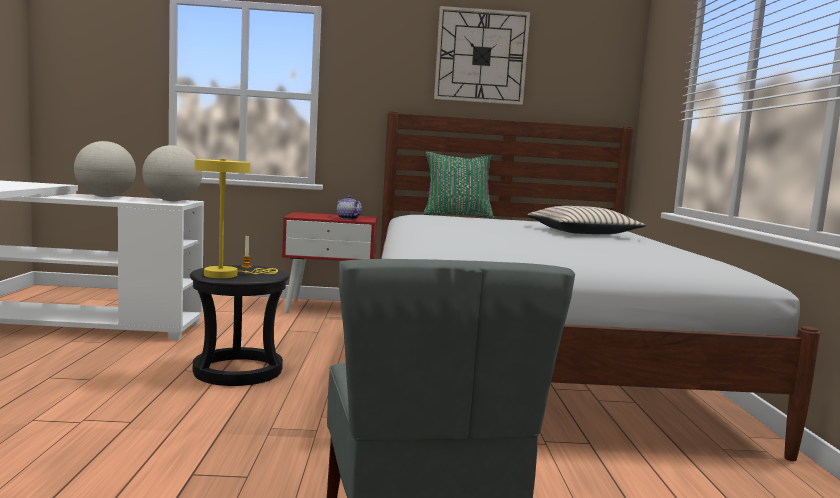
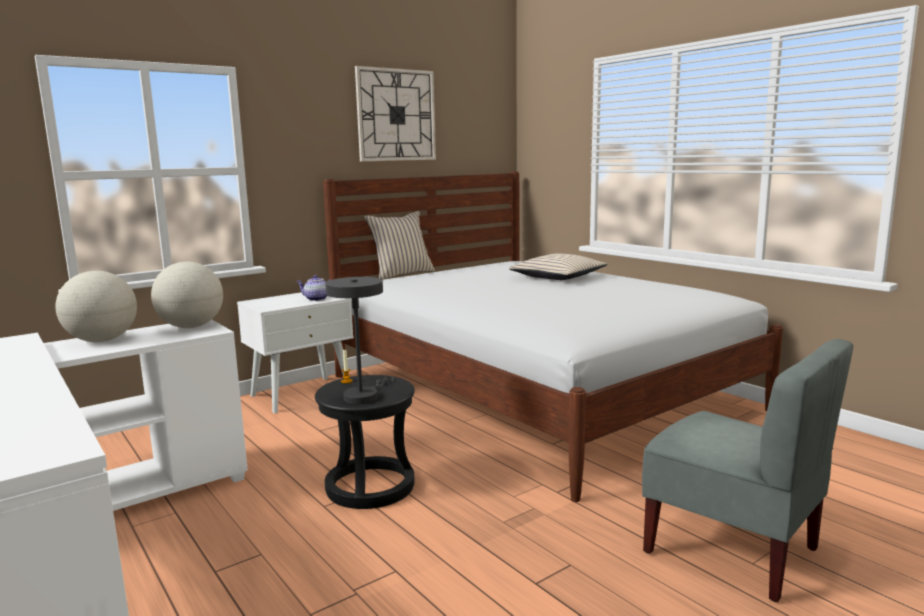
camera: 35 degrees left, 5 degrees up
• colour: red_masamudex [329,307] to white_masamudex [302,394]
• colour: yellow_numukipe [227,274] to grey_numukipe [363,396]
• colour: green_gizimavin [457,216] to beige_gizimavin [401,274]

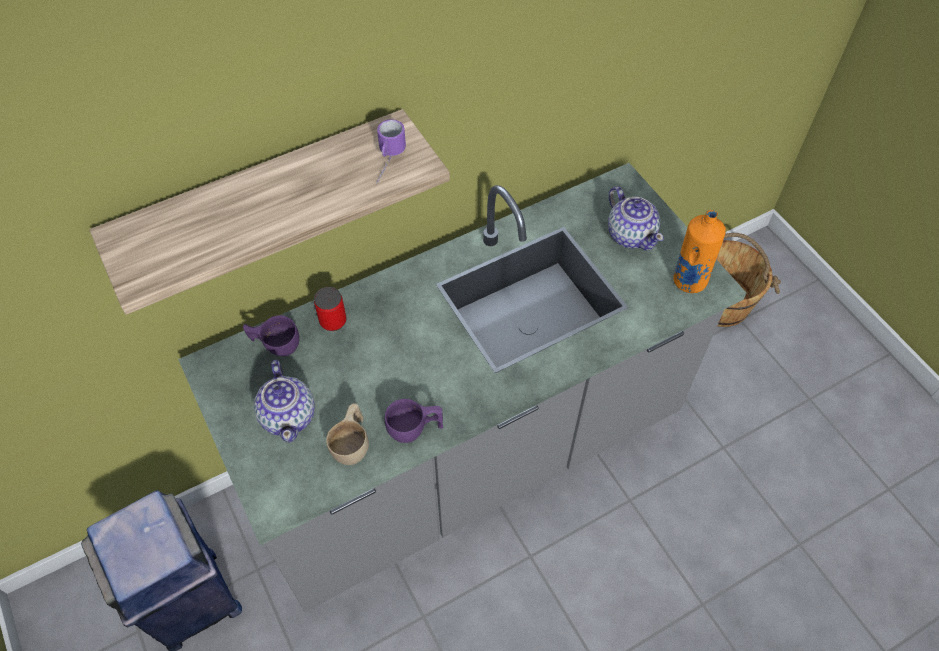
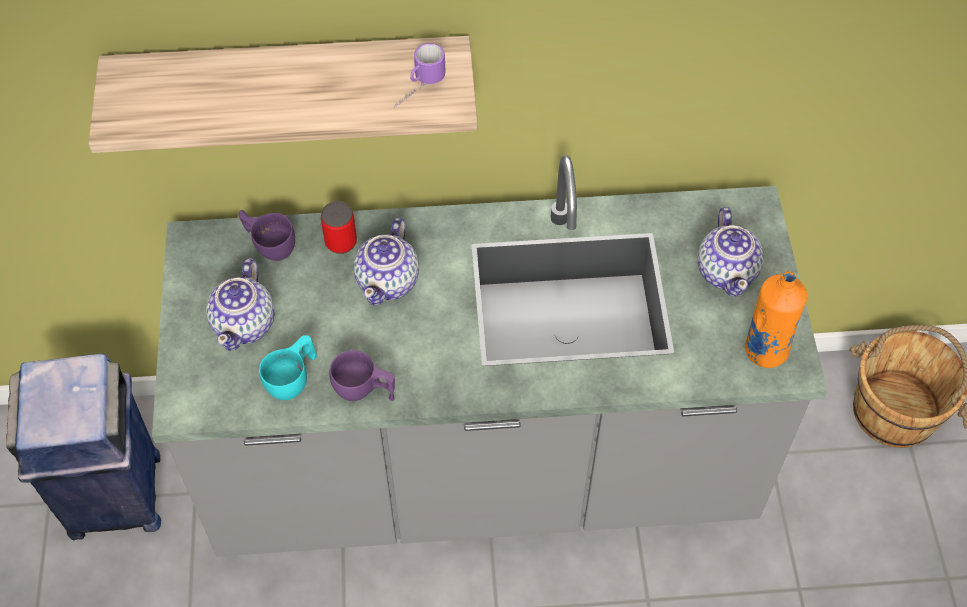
camera: 25 degrees right, 0 degrees up
• colour: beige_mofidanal [353,444] to turquoise_mofidanal [294,379]
• appeared: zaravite [388,281]

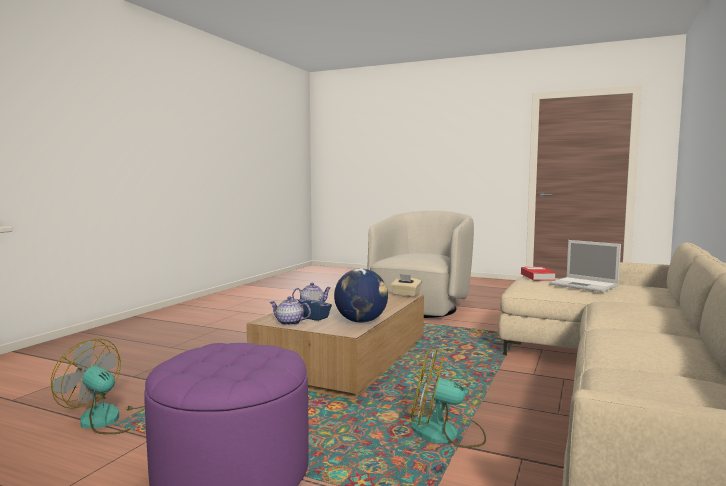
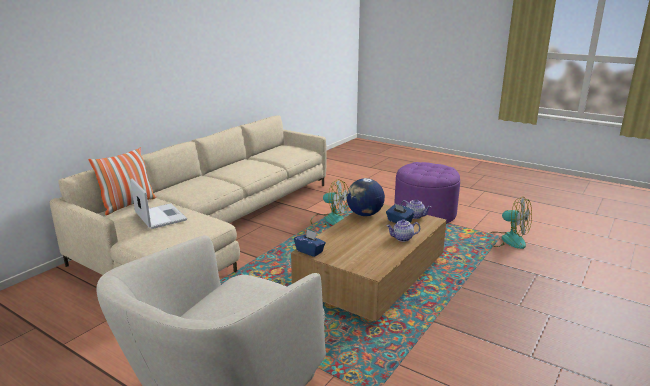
camera: 170 degrees left, 15 degrees up
• appeared: gizimavin [128,205]
• colour: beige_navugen [406,295] to blue_navugen [310,251]
• missing: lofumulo [537,277]

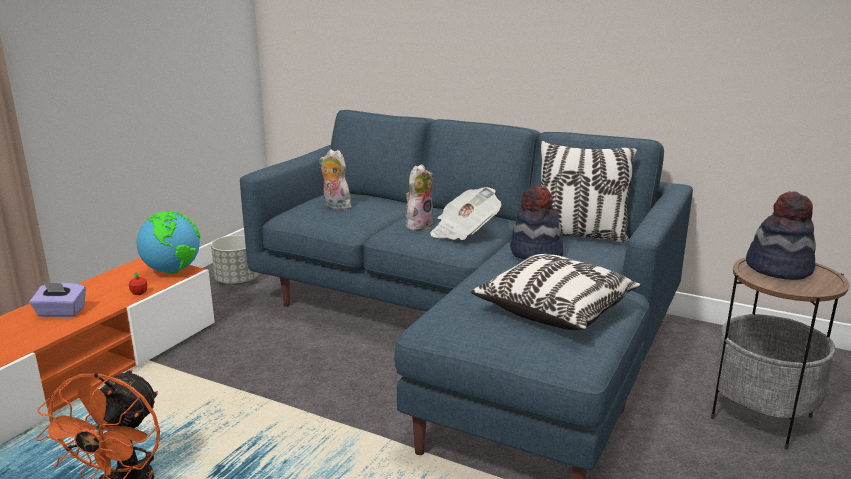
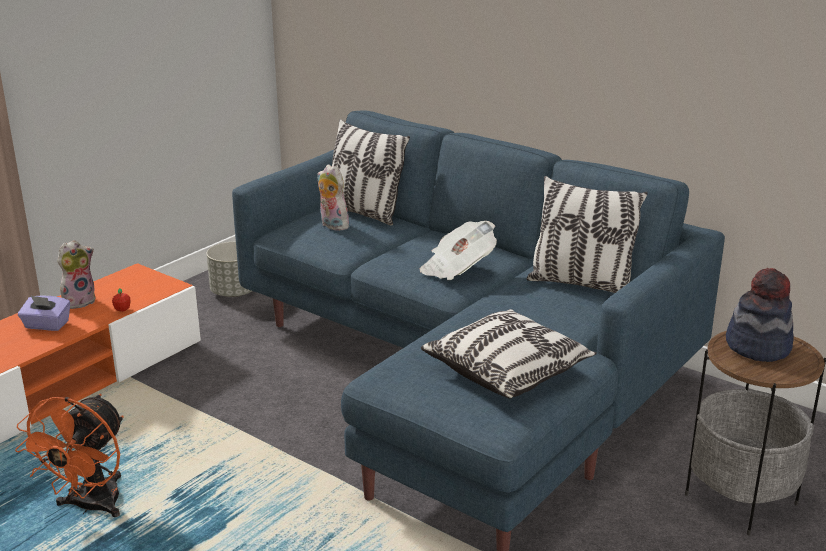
camera: 10 degrees right, 5 degrees up
• relocated: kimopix [418,225] to [79,301]
• appeared: gizimavin [363,213]
• missing: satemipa [173,271]
• missing: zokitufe [535,254]

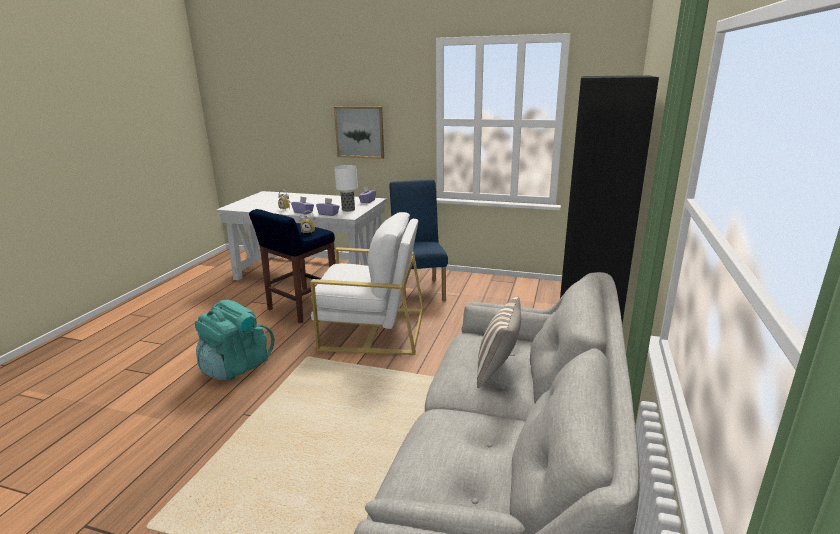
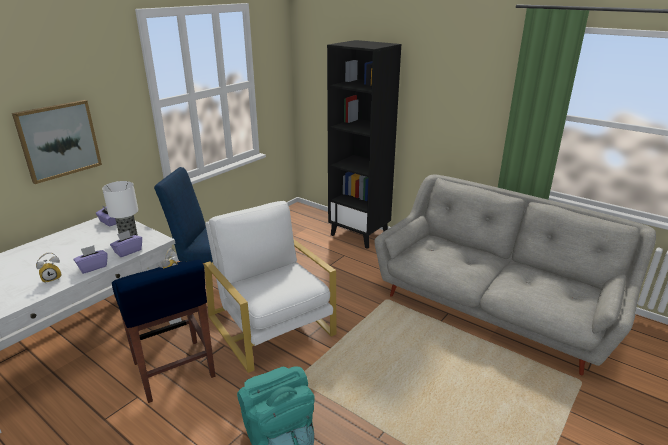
camera: 70 degrees left, 5 degrees up
• spun: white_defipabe [372,329] = [271,326] 60 degrees counterclockwise
• missing: gizimavin [498,370]

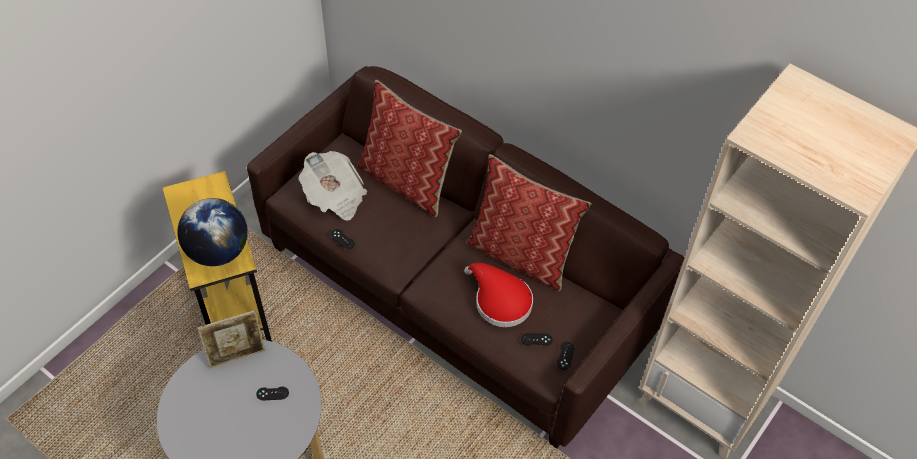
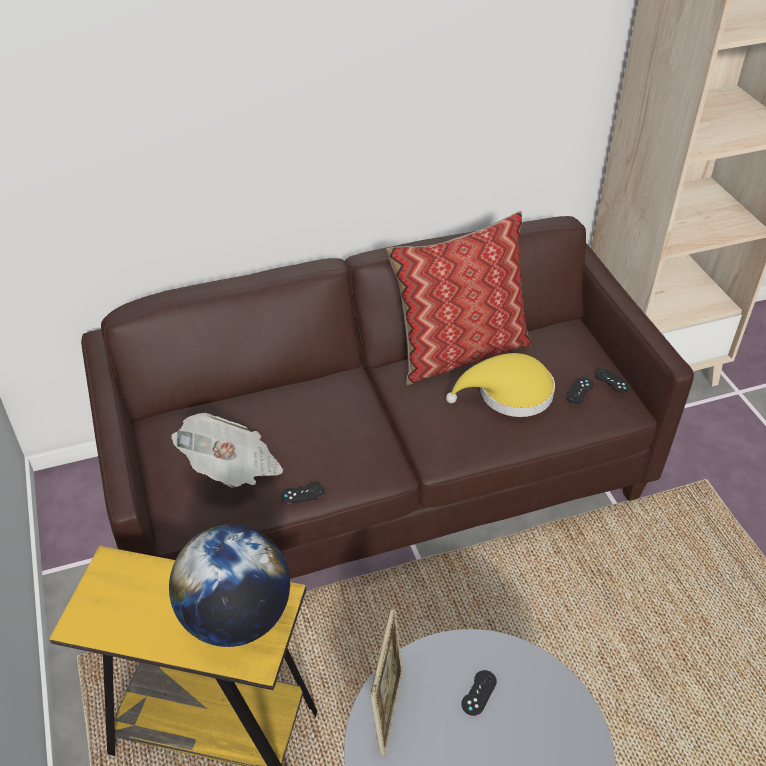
camera: 55 degrees left, 10 degrees down
• colour: red_zokitufe [499,300] to yellow_zokitufe [509,394]
• missing: gizimavin [407,181]

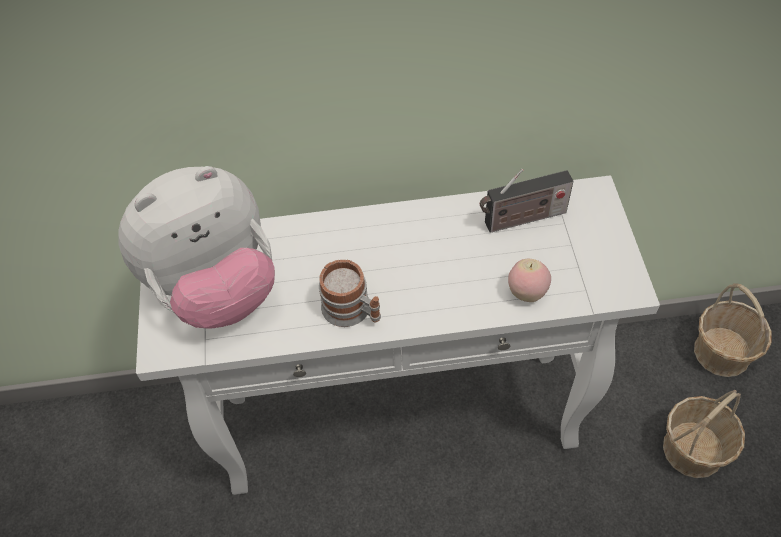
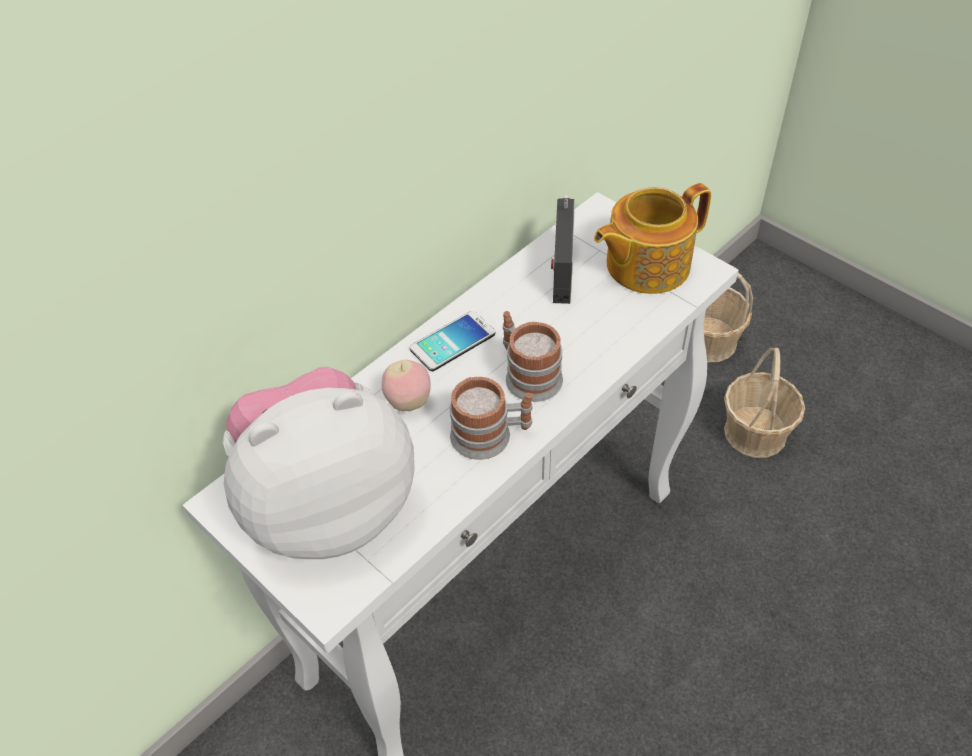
camera: 40 degrees left, 5 degrees down
• spun: kimopix [216,289] = [327,505] 135 degrees counterclockwise
• relocated: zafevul [527,293] to [408,402]
• appeared: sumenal [452,342]
• appeared: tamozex [527,374]
• spun: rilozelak [522,219] = [561,267] 150 degrees clockwise
• appeared: zaravite [645,265]

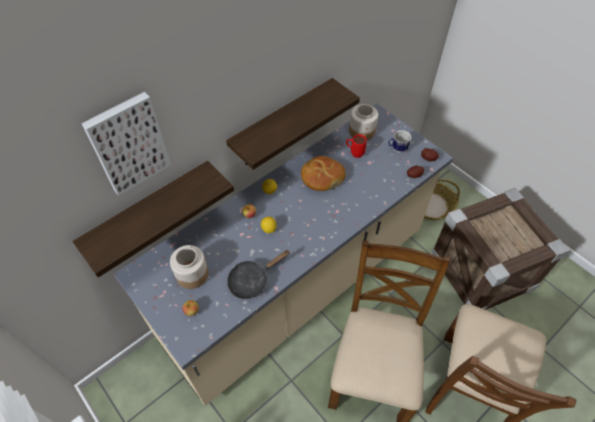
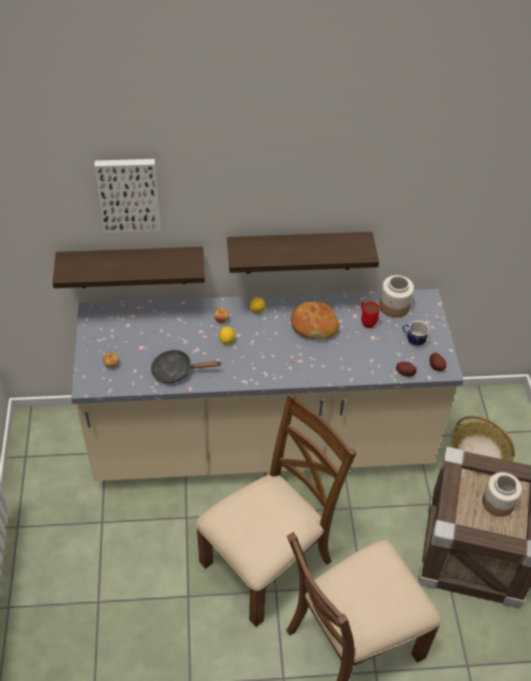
camera: 35 degrees right, 5 degrees down
• relocated: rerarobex [192,274] to [498,502]

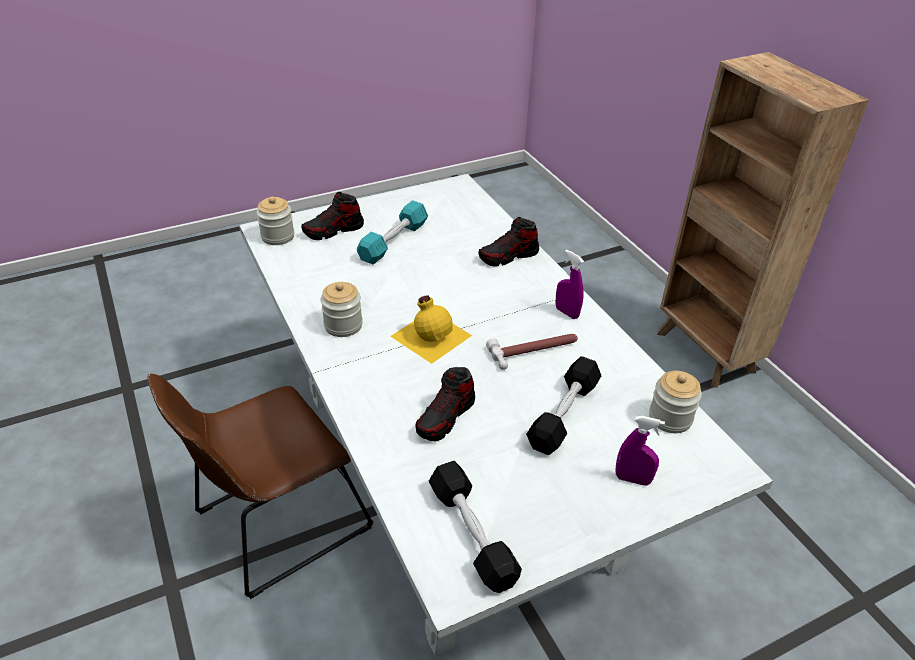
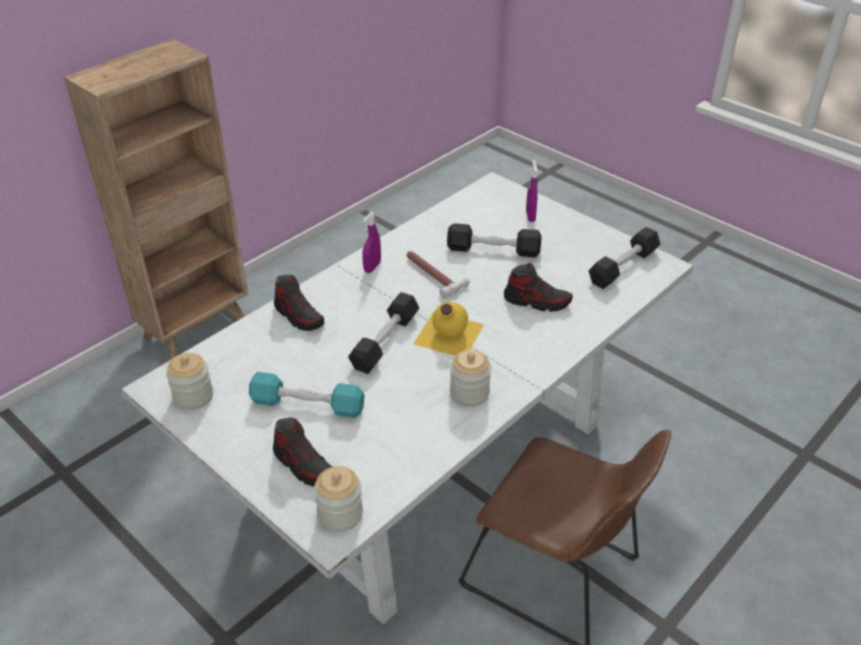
camera: 110 degrees left, 0 degrees up
• relocated: rerarobex [670,418] to [193,396]
• appeared: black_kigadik [385,341]

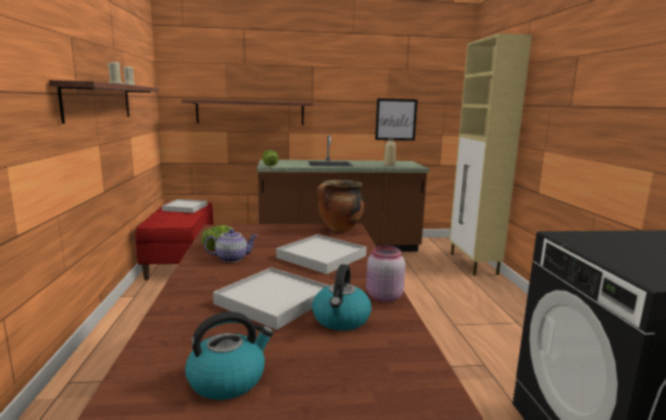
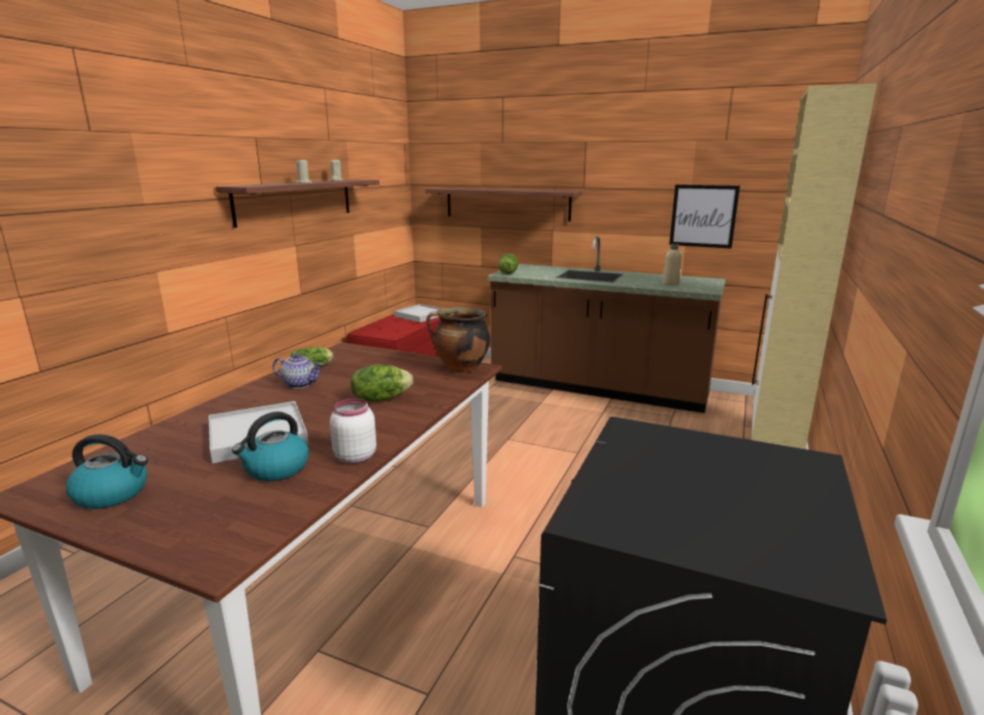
camera: 30 degrees right, 5 degrees up
• colour: pink_rerarobex [383,297] to white_rerarobex [354,457]
• exchanged: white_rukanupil [321,257] to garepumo [380,399]

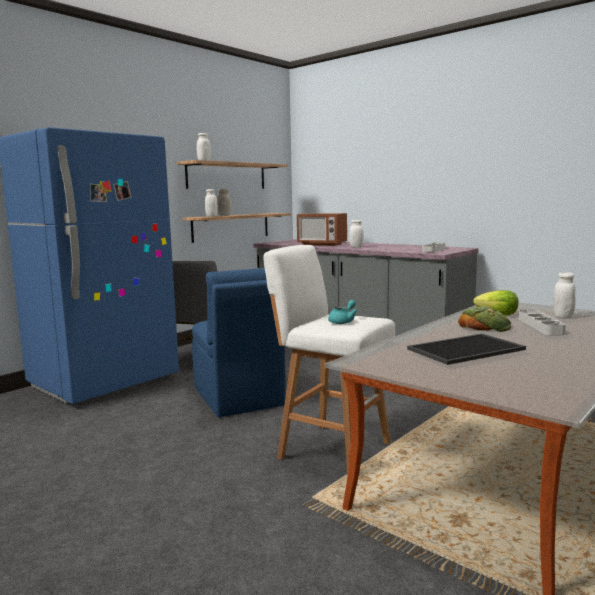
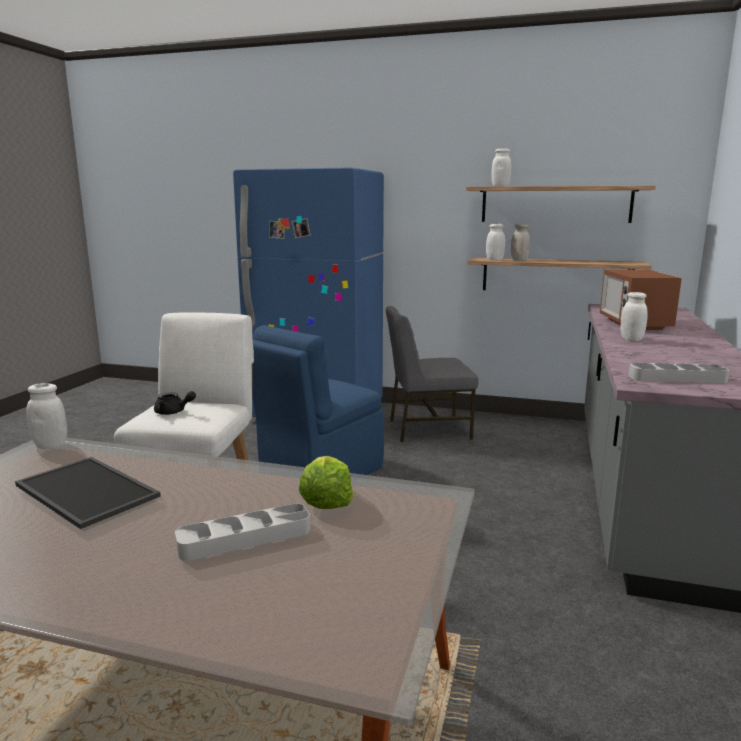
camera: 65 degrees right, 5 degrees up
• relocated: white_rerarobex [562,317] to [51,445]
• colour: turquoise_zaravite [343,321] to black_zaravite [173,412]
• missing: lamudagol [484,325]

